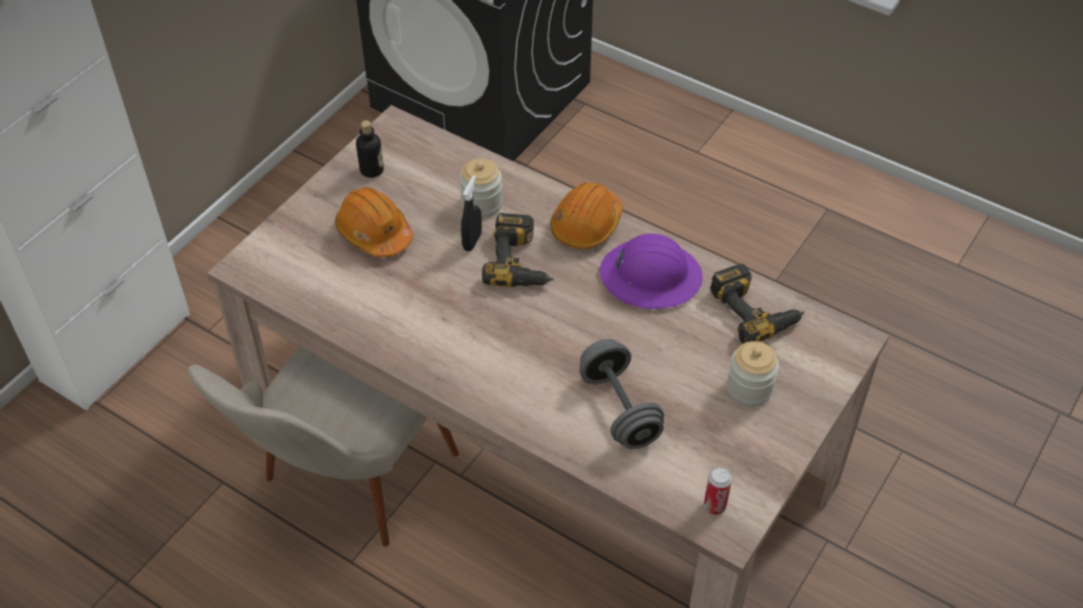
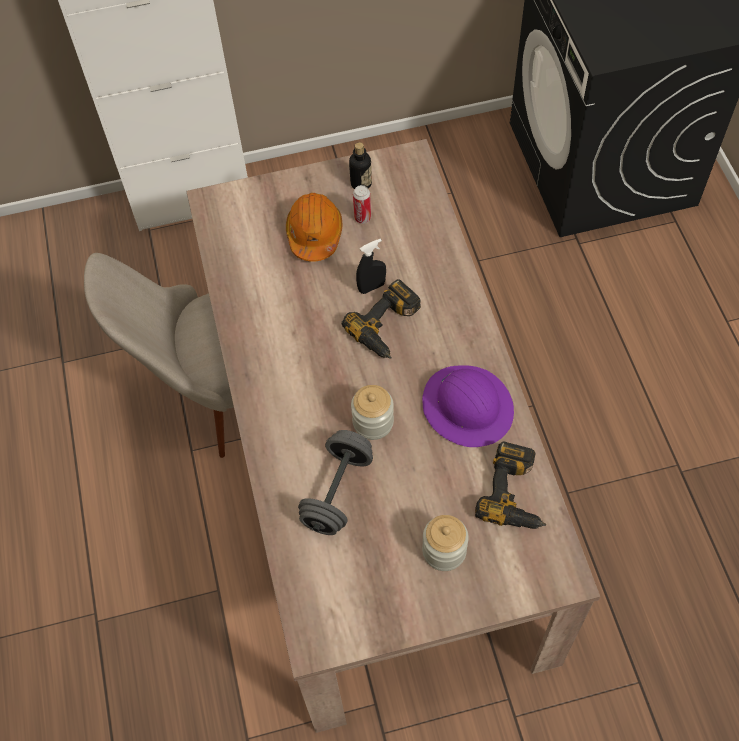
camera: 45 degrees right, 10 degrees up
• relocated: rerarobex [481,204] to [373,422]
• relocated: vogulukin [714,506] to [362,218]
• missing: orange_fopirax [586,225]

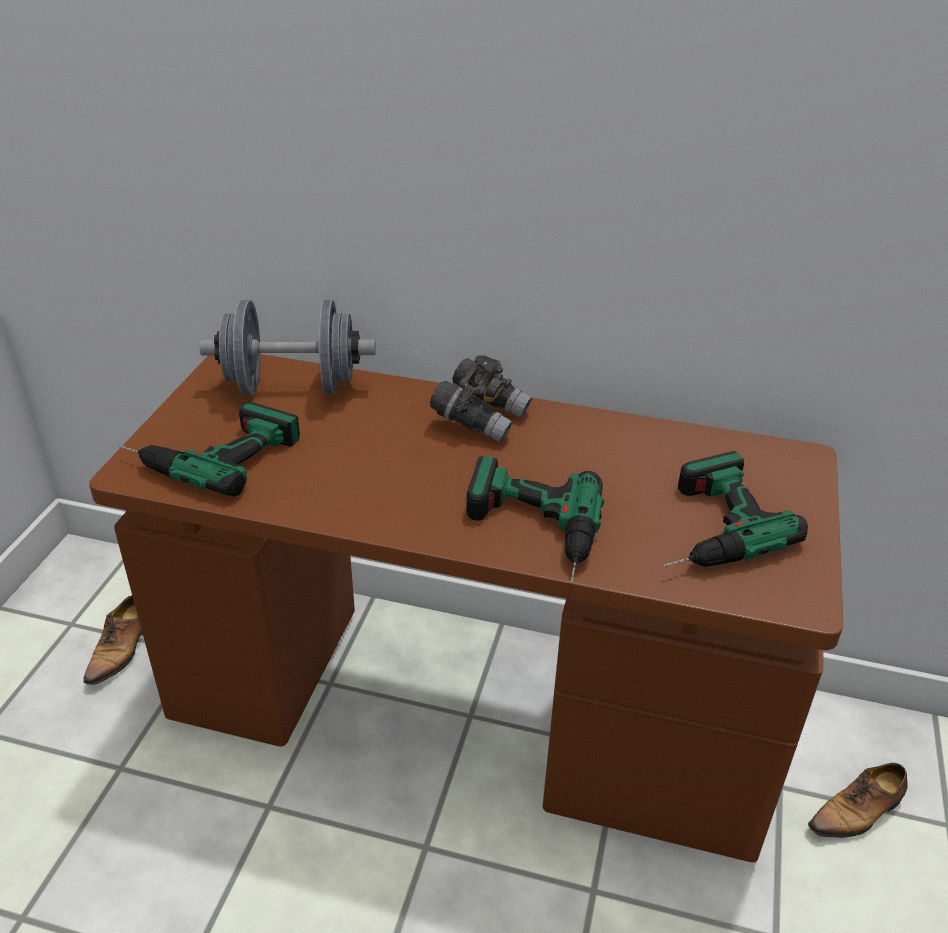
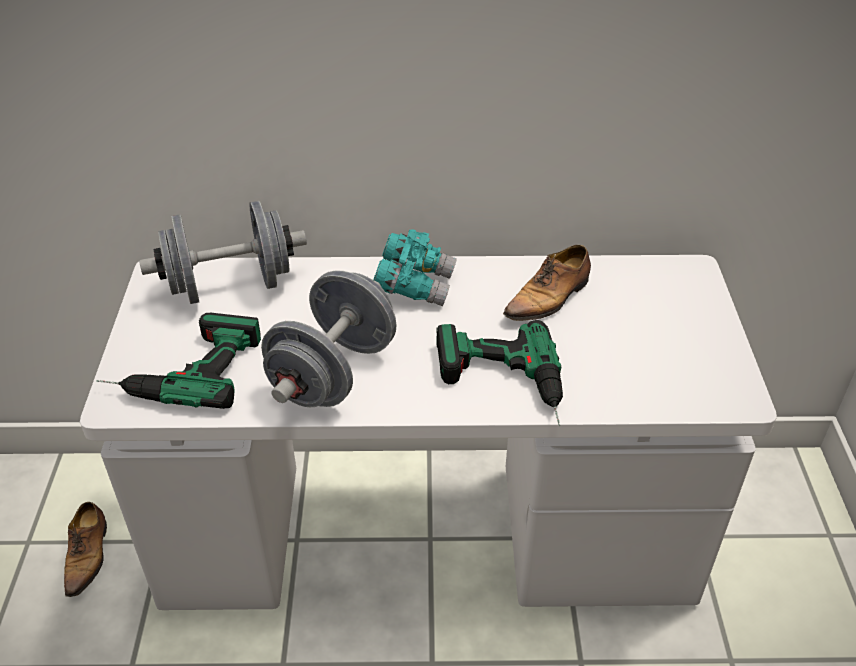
camera: 15 degrees left, 5 degrees up
• colour: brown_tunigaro [469,711] to white_tunigaro [427,535]
• appeared: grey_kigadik [333,373]
• colour: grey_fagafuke [480,418] to turquoise_fagafuke [415,285]
• relocated: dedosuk [857,812] to [549,298]
• missing: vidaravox [703,527]

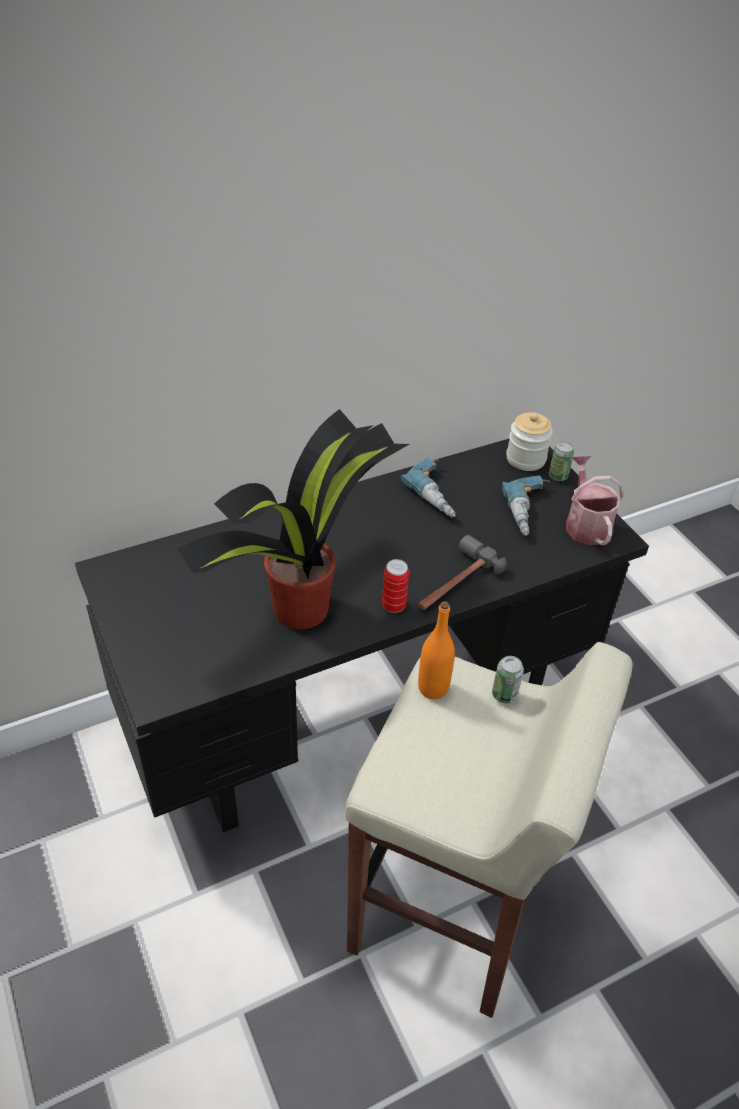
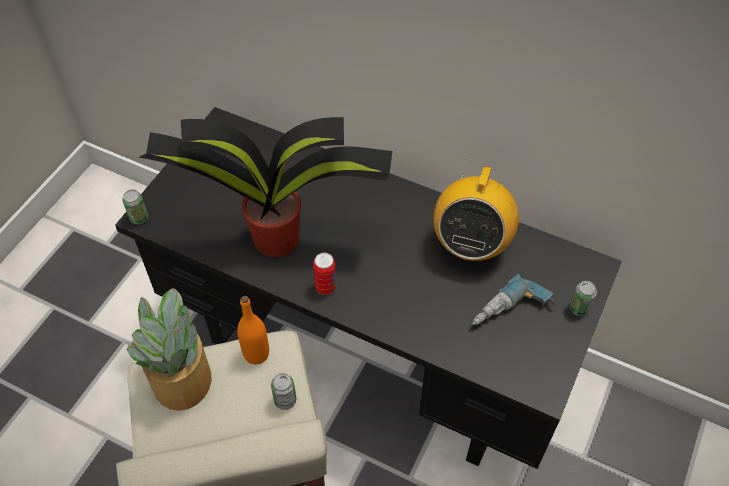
camera: 55 degrees right, 10 degrees up
• appeared: vogulukin [139,218]
• appeared: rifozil [183,379]
• exchanged: vidaravox [439,494] to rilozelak [470,244]
• missing: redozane [454,583]
• missing: rerarobex [525,459]
• missing: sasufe [585,524]

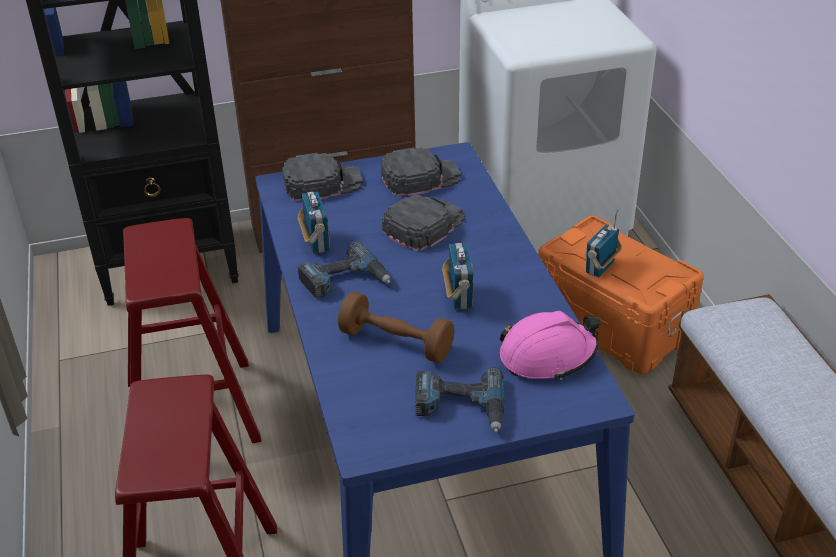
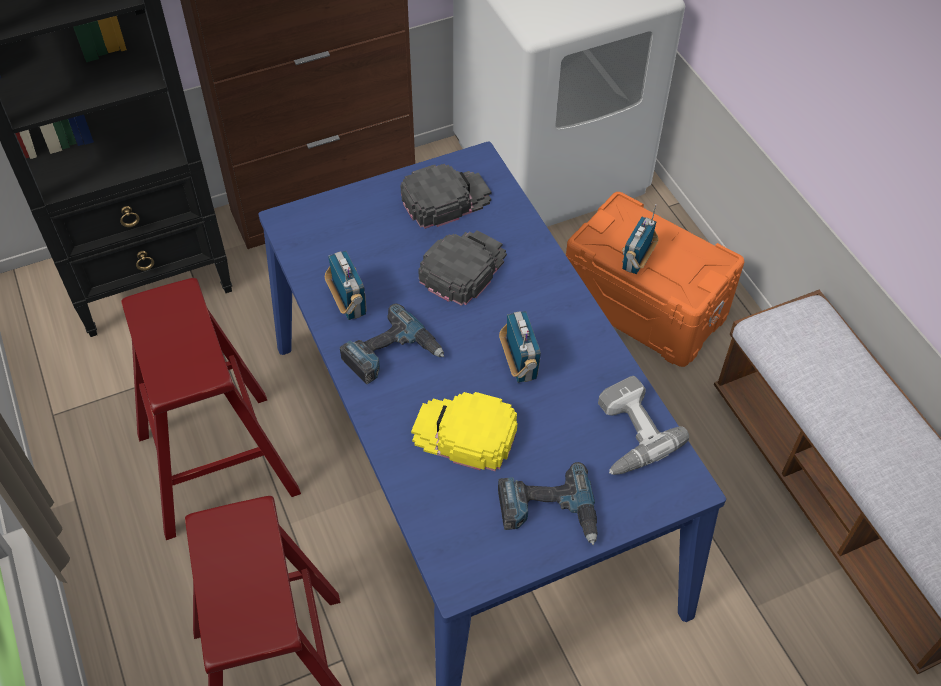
camera: 10 degrees left, 15 degrees up
• exchanged: brown_kigadik [396,342] to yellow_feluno [464,434]
• exchanged: pink_fopirax [548,355] to vidaravox [626,434]
• missing: black_feluno [322,183]

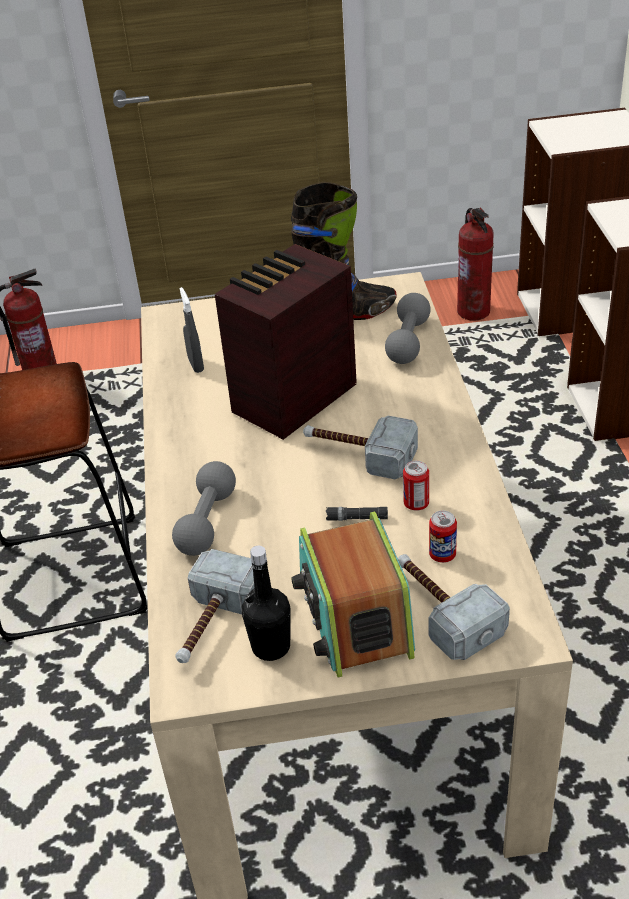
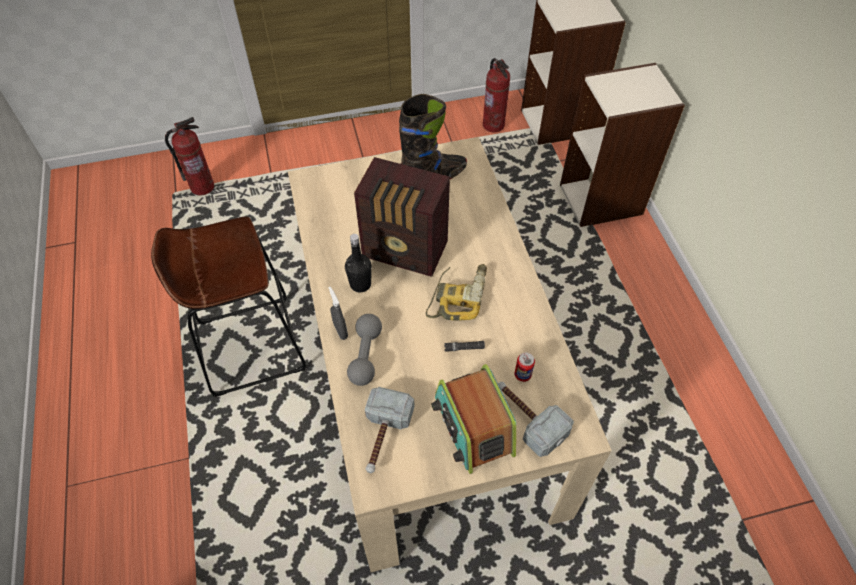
camera: 10 degrees left, 15 degrees up
• relocated: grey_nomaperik [196,365] to [340,331]
• relocated: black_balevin [271,646] to [360,284]
• spun: rilozelak [291,400] = [406,251] 105 degrees counterclockwise
• exchanged: redozane [358,454] to vidaravox [458,295]
• missing: grey_kigadik [408,341]
• missing: vogulukin [416,504]

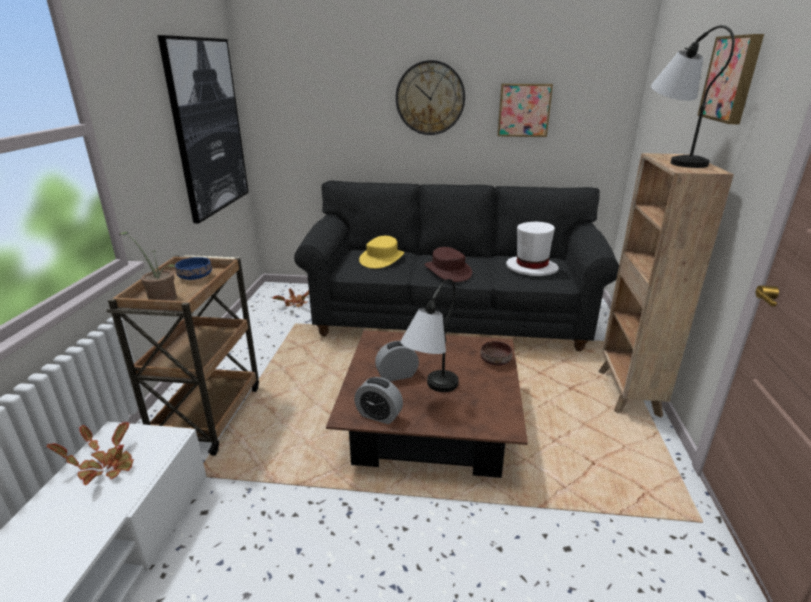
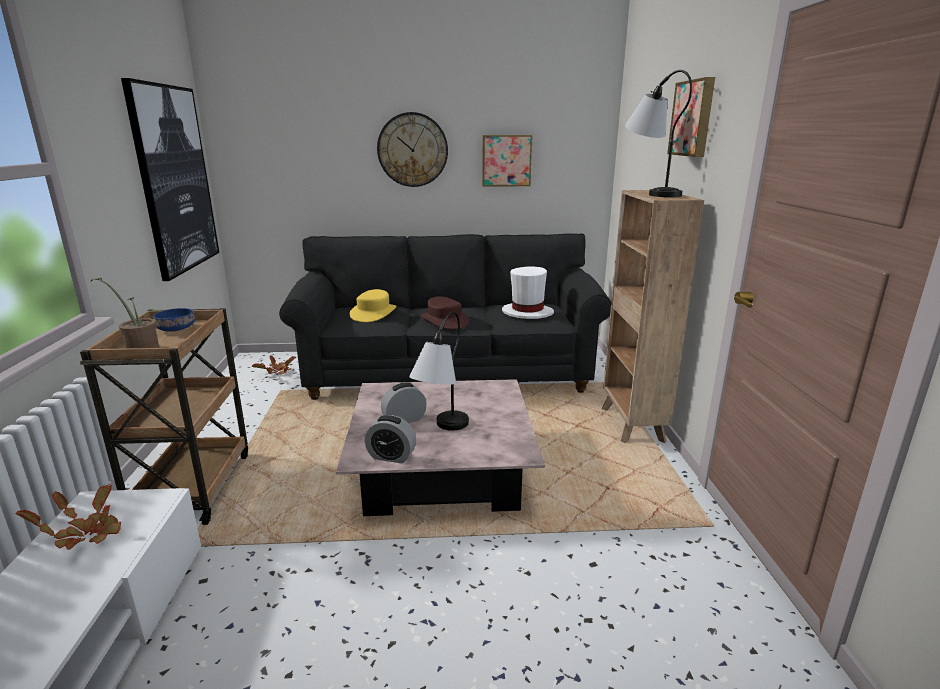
camera: 10 degrees left, 5 degrees down
• colour: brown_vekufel [431,423] to pink_vekufel [442,469]
• missing: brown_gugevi [495,361]

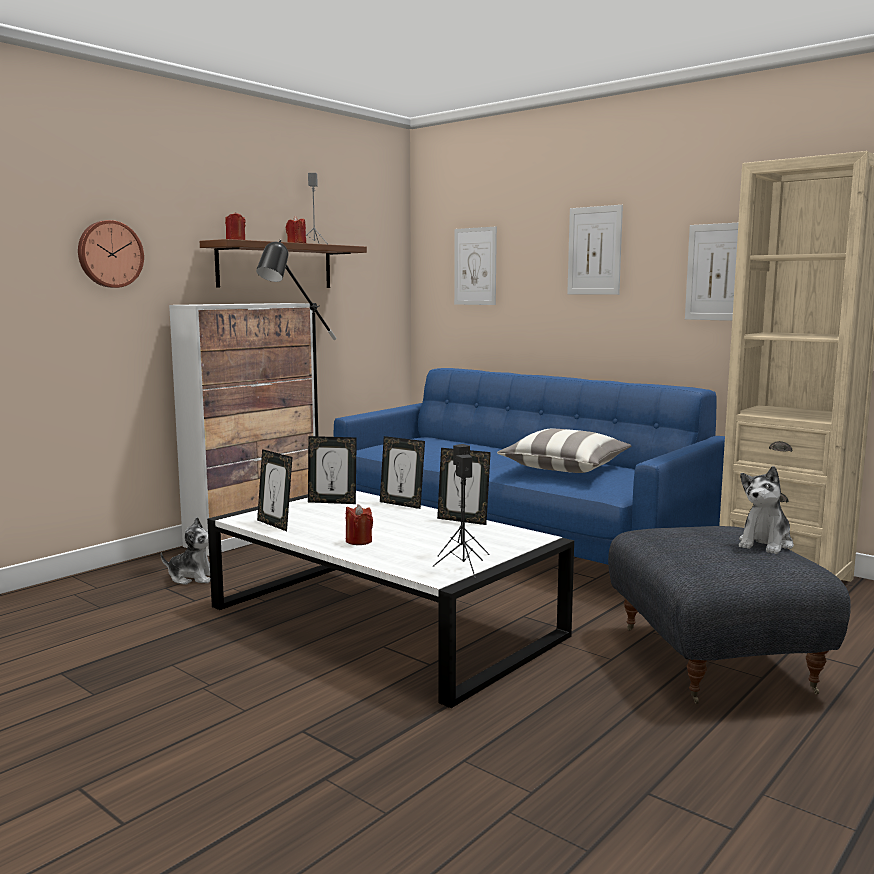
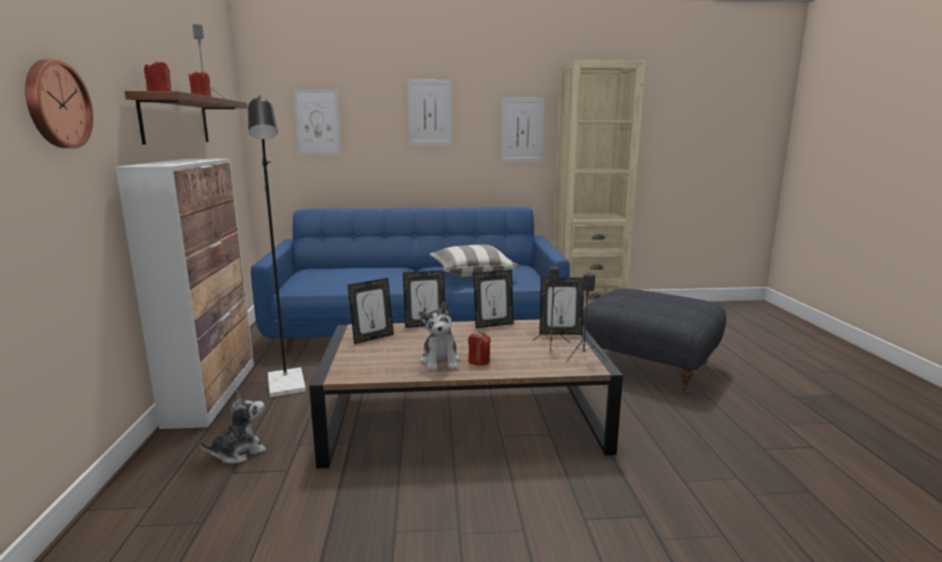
camera: 45 degrees left, 5 degrees up
• colour: white_vekufel [385,621] to brown_vekufel [465,418]
• relocated: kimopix [765,544] to [440,361]
• relocated: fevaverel [275,524] to [560,333]

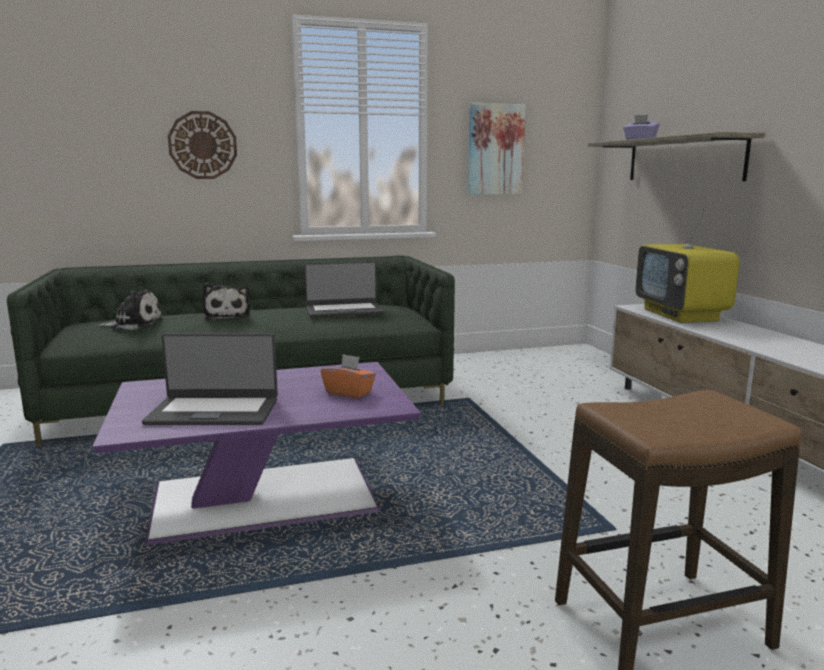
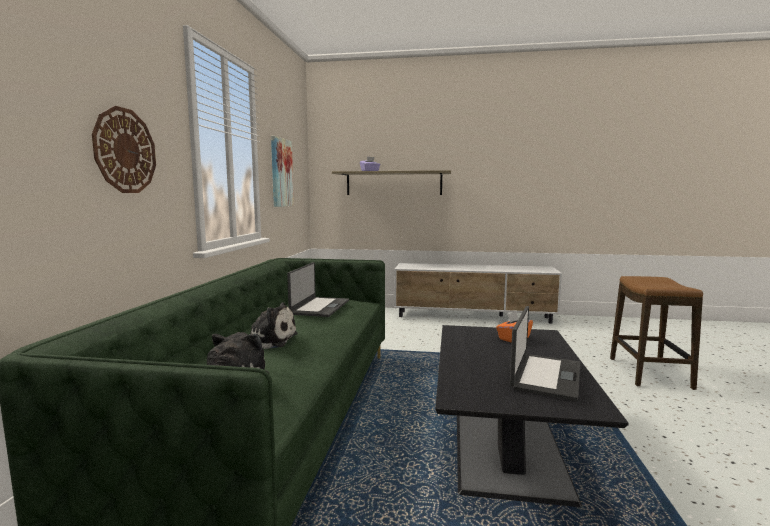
camera: 65 degrees left, 5 degrees down
• colour: purple_vekufel [268,497] to black_vekufel [505,441]
• missing: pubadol [681,315]

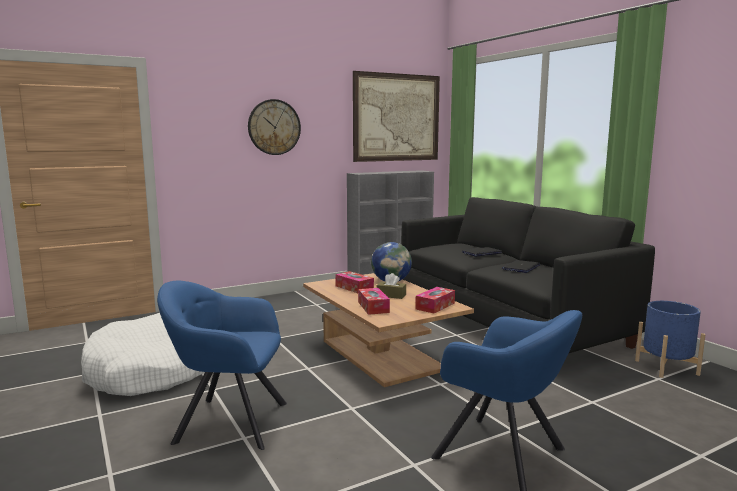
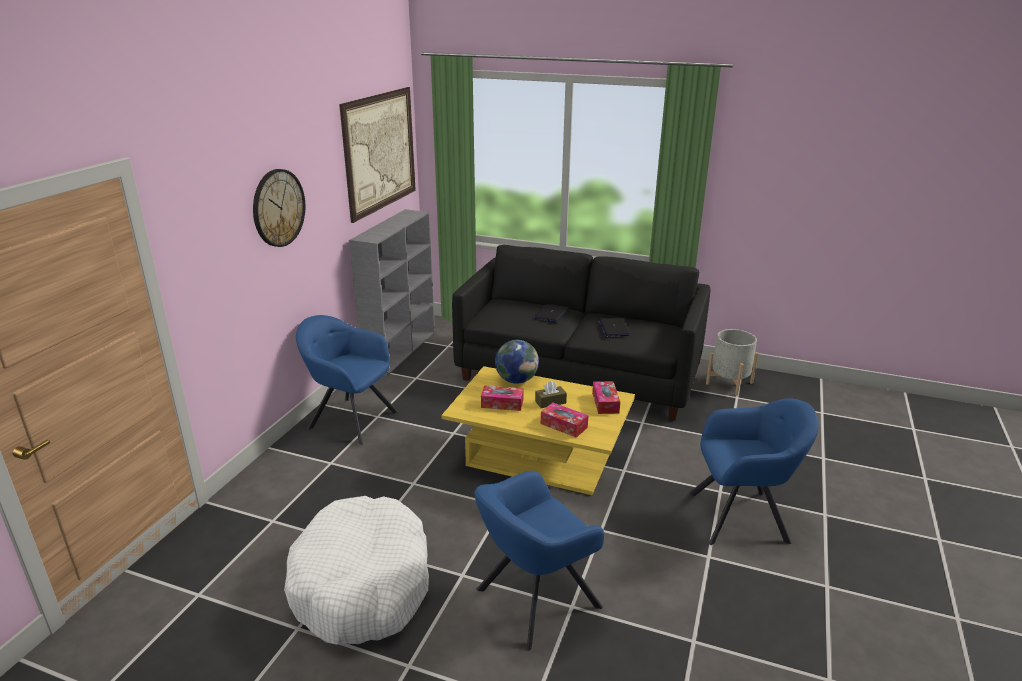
camera: 40 degrees left, 15 degrees up
• appeared: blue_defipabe [350,419]
• colour: brown_vekufel [381,355] to yellow_vekufel [539,459]
• colour: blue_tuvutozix [666,367] to grey_tuvutozix [729,383]

